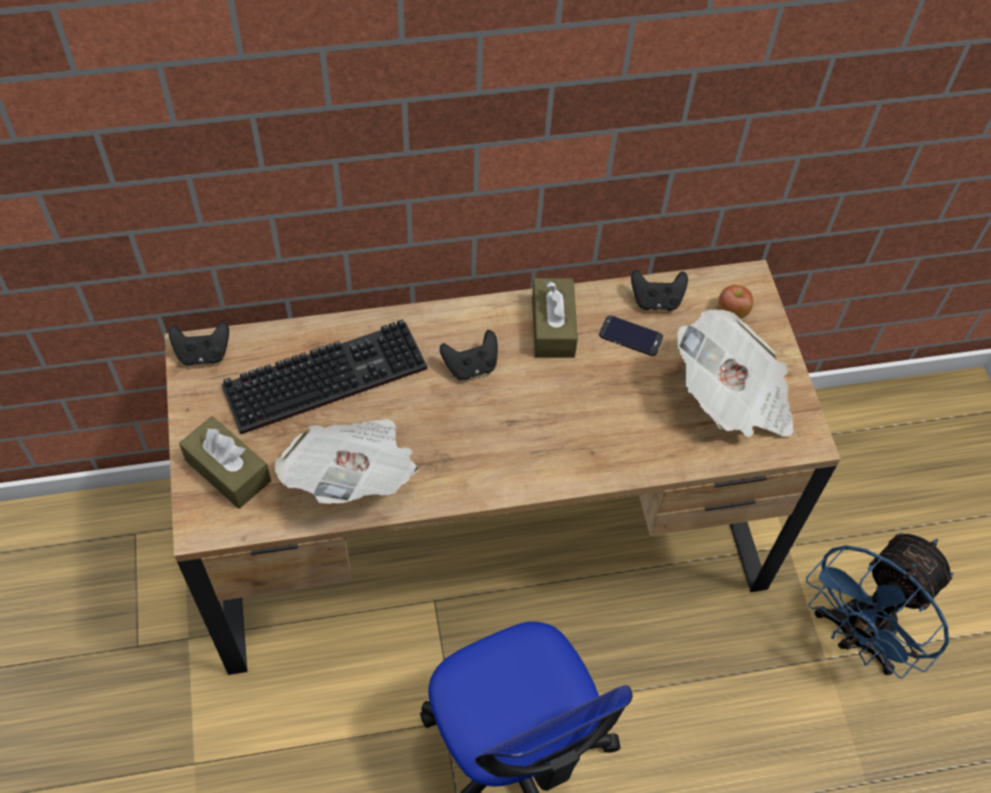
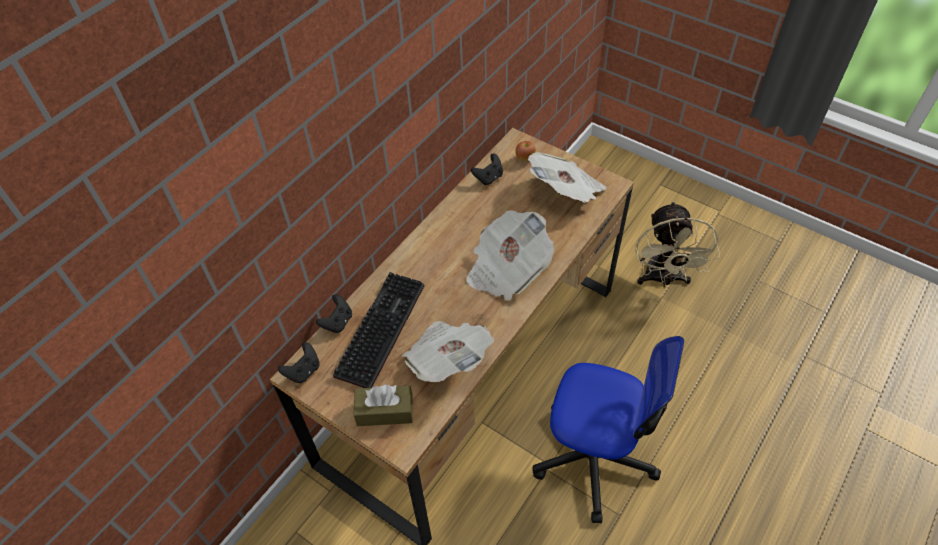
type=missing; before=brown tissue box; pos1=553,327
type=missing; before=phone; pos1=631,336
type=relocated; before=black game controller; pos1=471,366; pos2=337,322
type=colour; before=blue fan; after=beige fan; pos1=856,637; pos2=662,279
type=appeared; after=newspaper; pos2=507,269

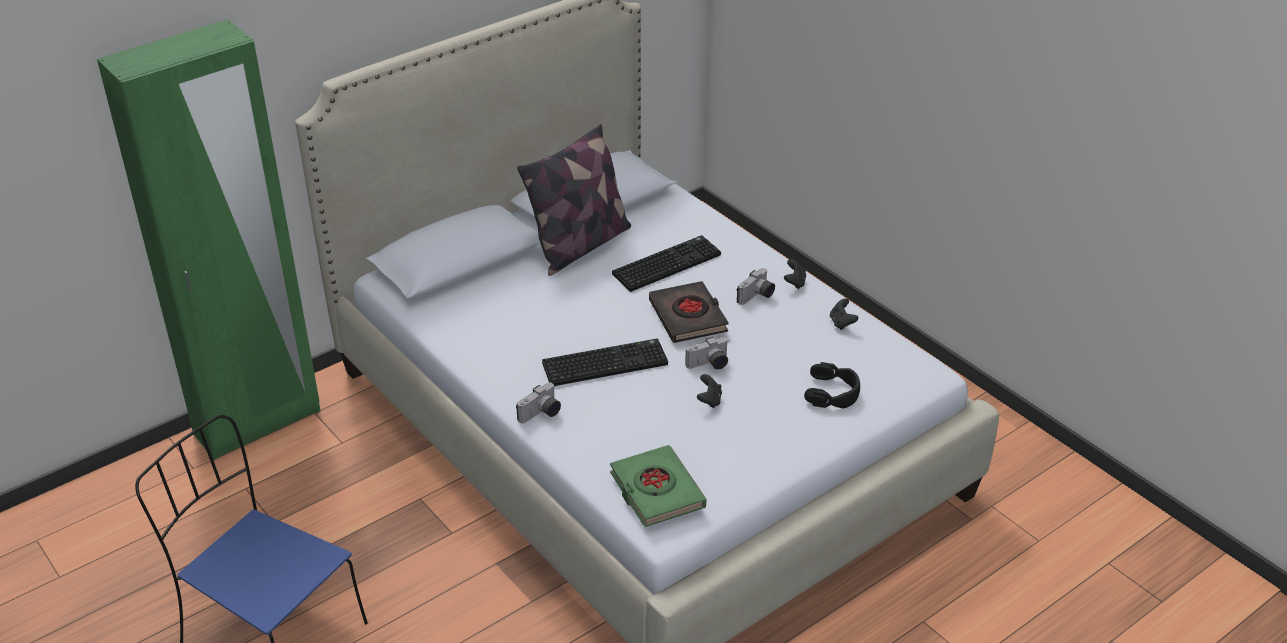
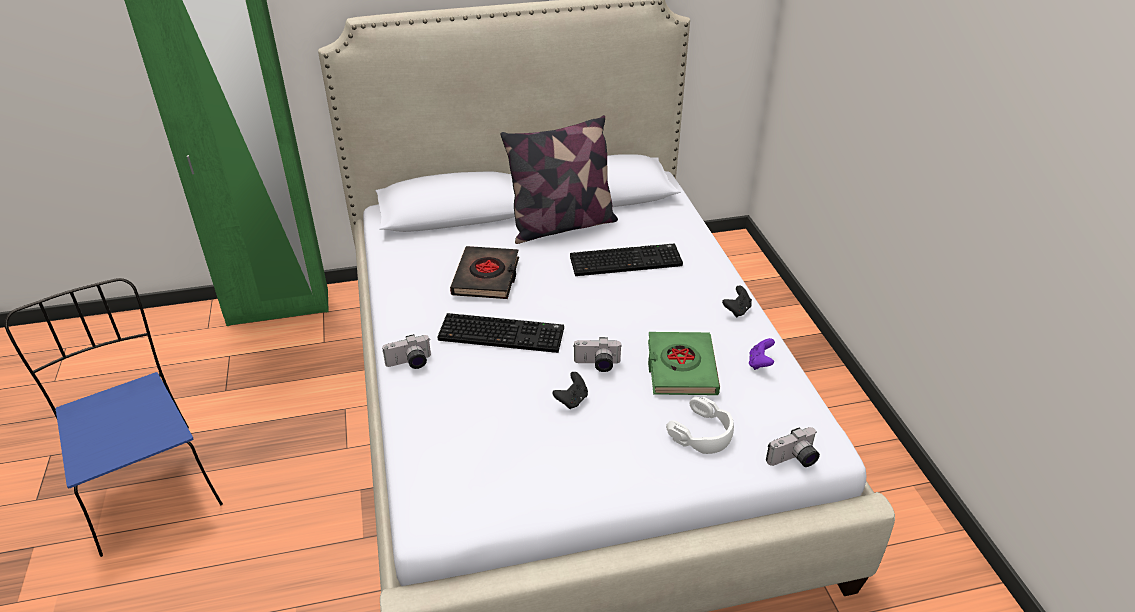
type=relocated; before=photo camera; pos1=757,296; pos2=794,460
type=relocated; before=black book; pos1=688,317; pos2=486,277
type=colour; before=black game controller; after=purple game controller; pos1=842,323; pos2=760,363
type=colour; before=black headphones; after=white headphones; pos1=832,393; pos2=702,433
type=relocated; before=green book; pos1=656,491; pos2=681,368

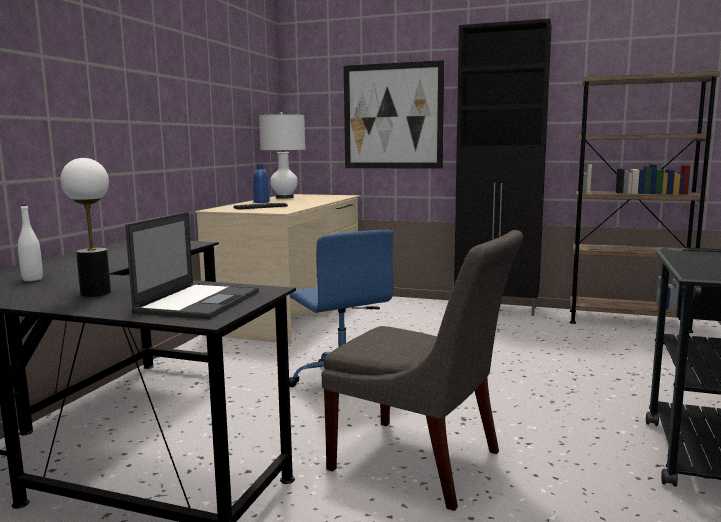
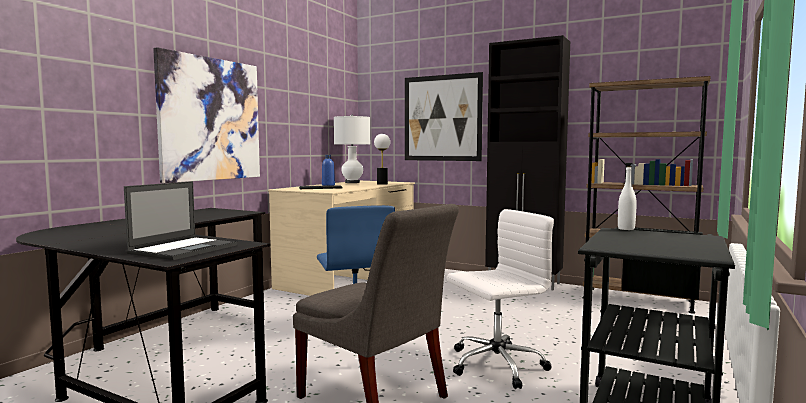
type=relocated; before=table lamp; pos1=95,293; pos2=382,184
type=relocated; before=white bottle; pos1=32,279; pos2=626,229
type=appeared; after=picture; pos2=210,119
type=appeared; after=white office chair; pos2=495,365

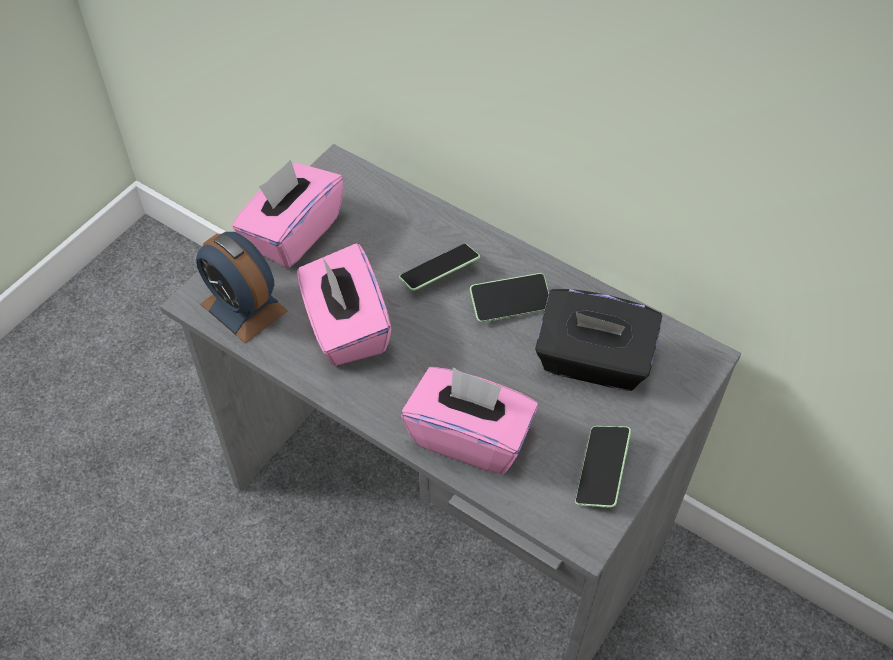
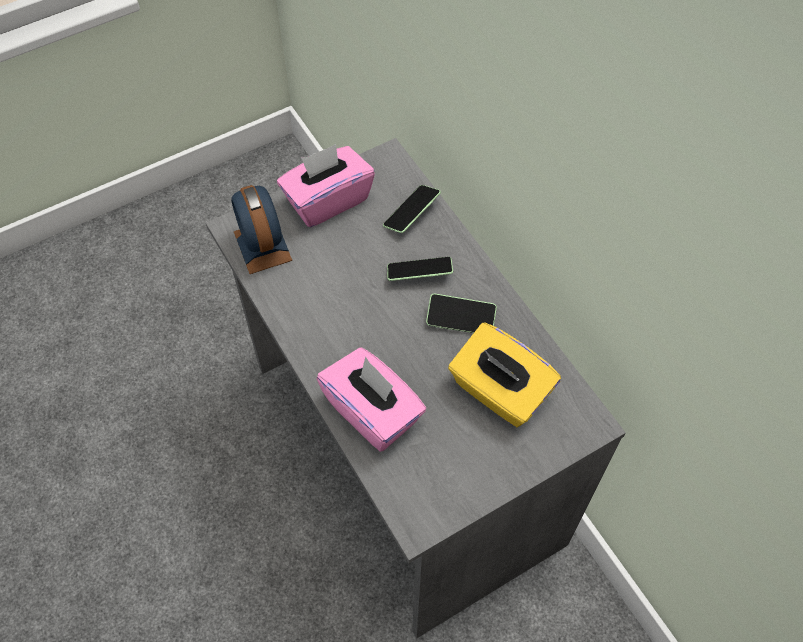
type=missing; before=pink tissue box; pos1=345,327
type=colour; before=black tissue box; after=yellow tissue box; pos1=592,362; pos2=499,391
type=relocated; before=phone; pos1=601,472; pos2=411,214

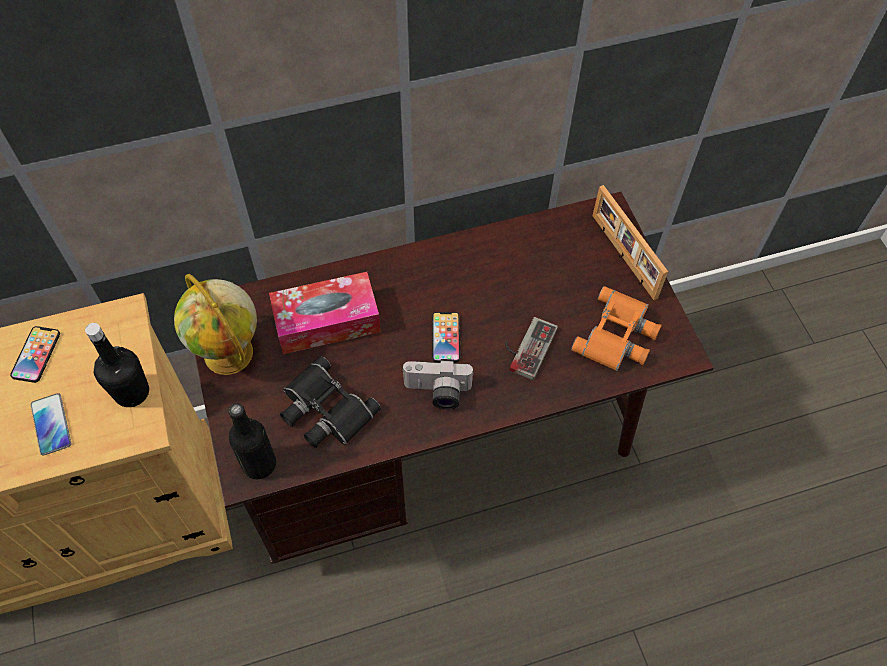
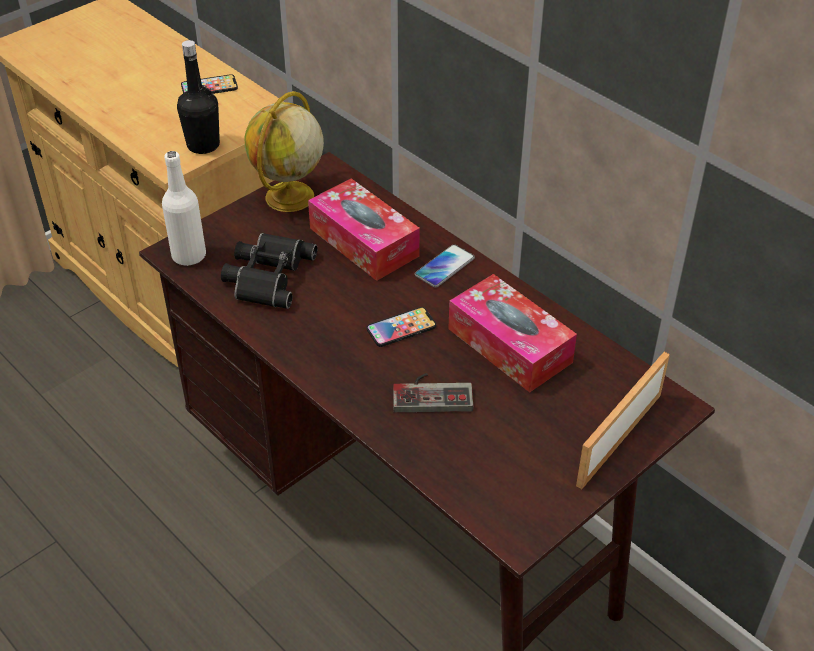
type=missing; before=orange binoculars; pos1=618,336
type=missing; before=photo camera; pos1=437,393
type=relocated; before=phone; pos1=51,424; pos2=444,267
type=colour; before=black bottle; after=white bottle; pos1=259,464; pos2=189,256
type=appeared; after=tissue box; pos2=509,345

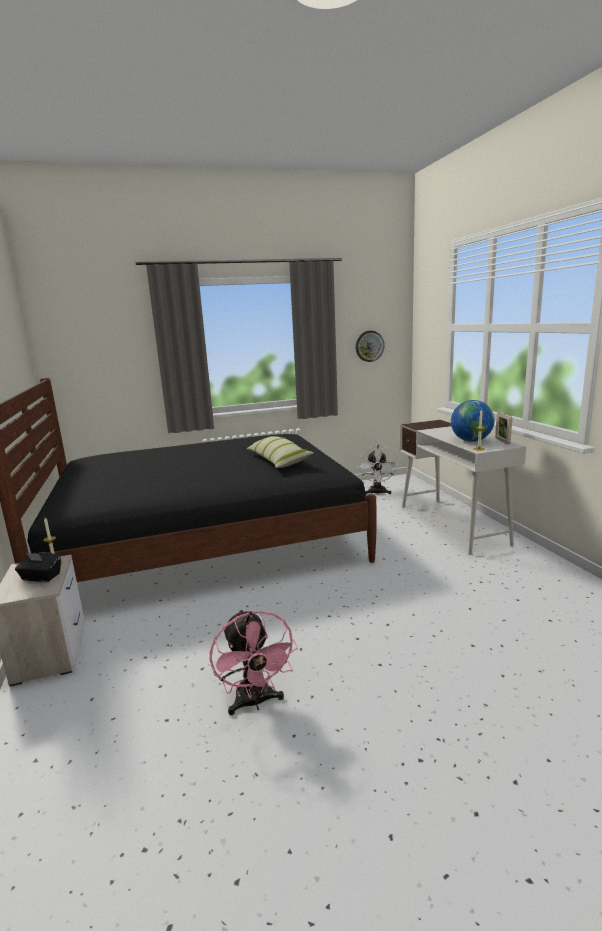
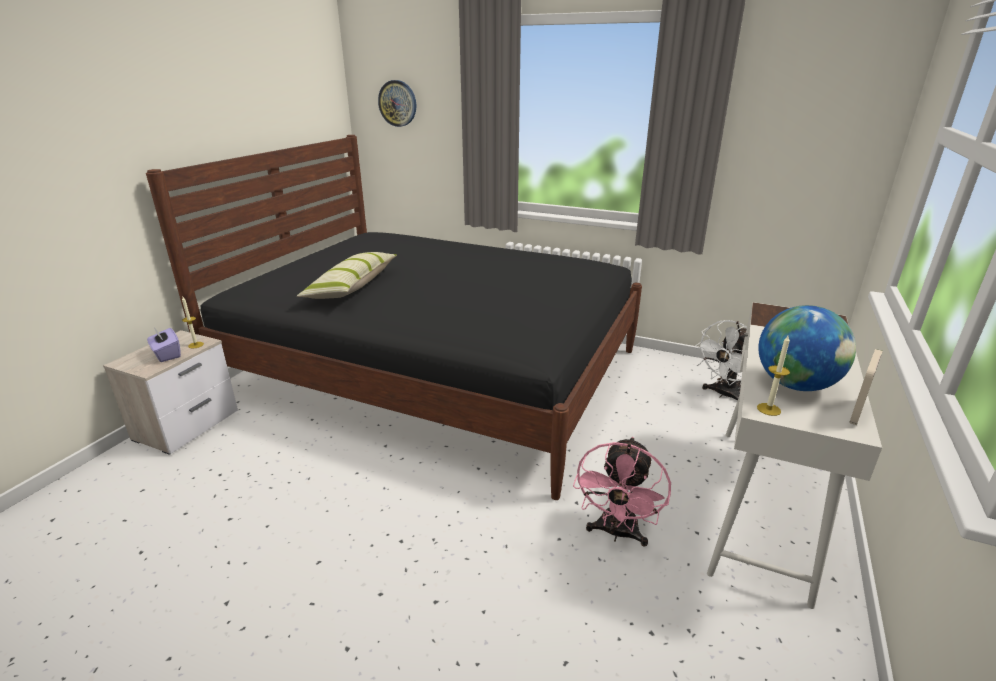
type=relocated; before=wall clock; pos1=369,346; pos2=398,103
type=relocated; before=pillow; pos1=278,460; pos2=352,286
type=colour; before=black tissue box; after=purple tissue box; pos1=41,577; pos2=167,354
type=relocated; before=pink fan; pos1=255,702; pos2=616,533

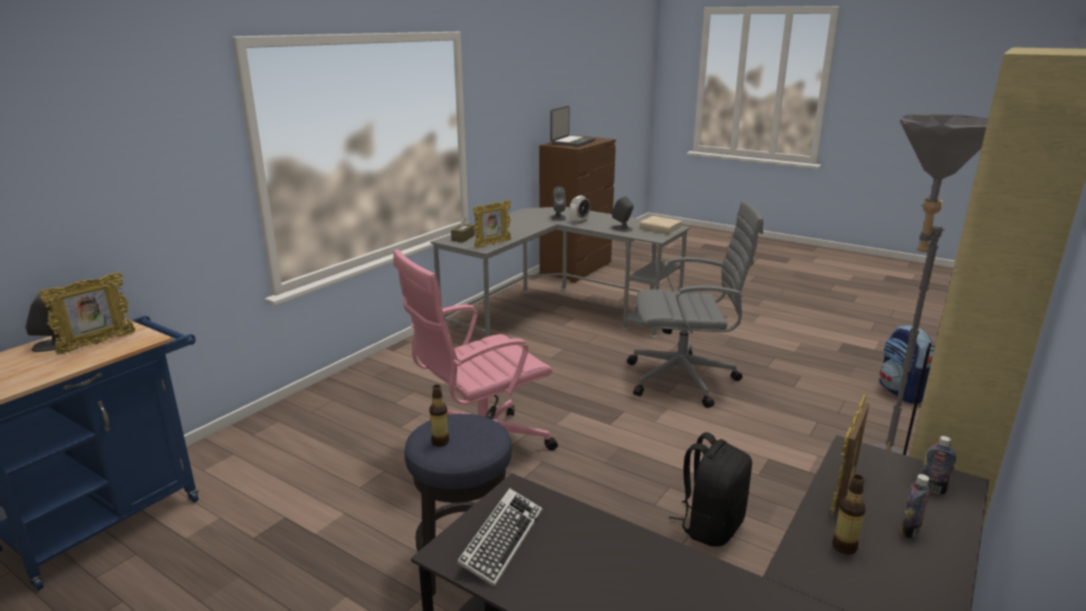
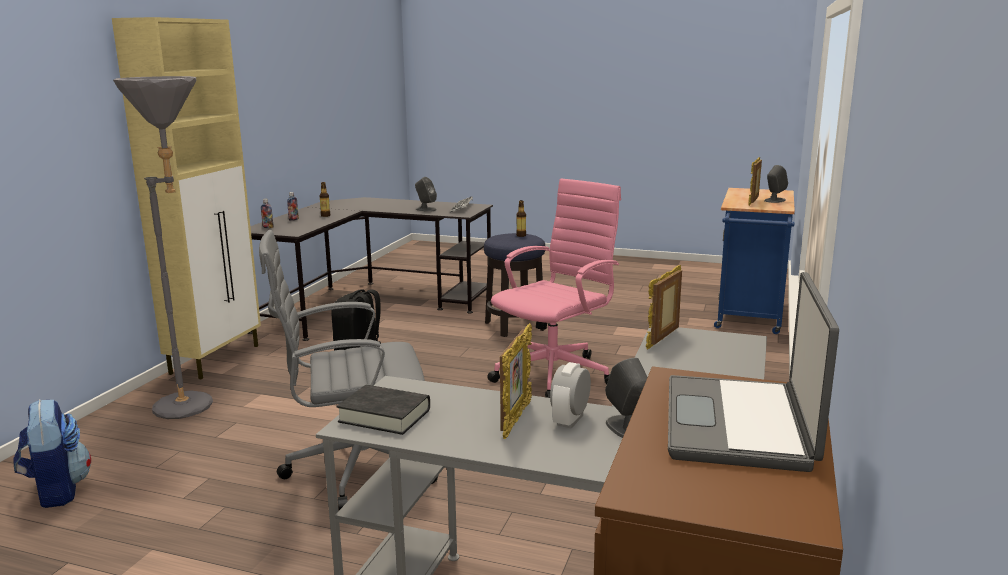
type=relocated; before=grey speaker; pos1=622,229; pos2=425,209
type=colour; before=beige book; after=black book; pos1=660,229; pos2=384,416
type=missing; before=brown tissue box; pos1=463,238
type=relocated; before=picture frame; pos1=843,491; pos2=516,419

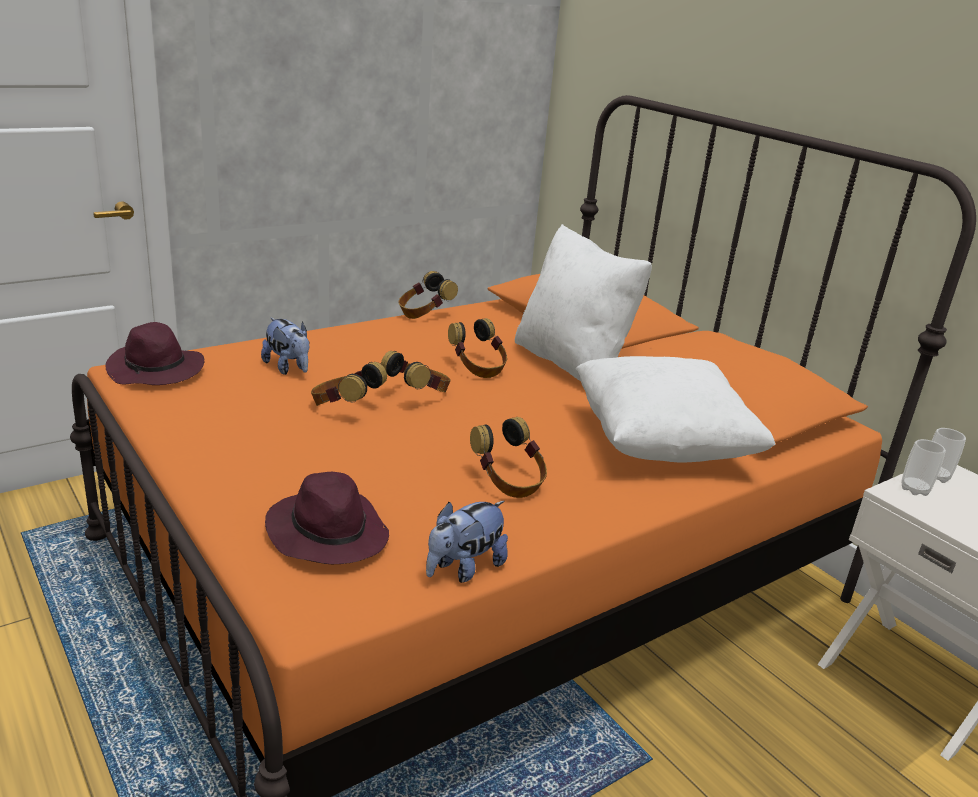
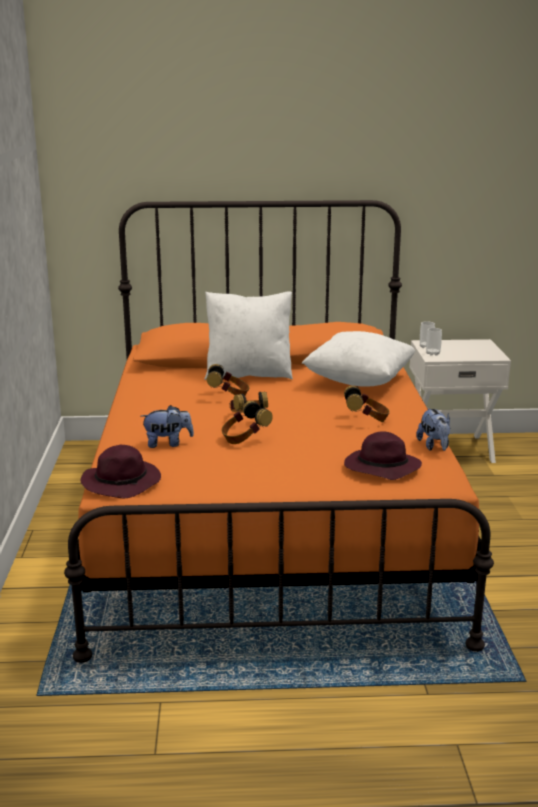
type=missing; before=headphones; pos1=424,314

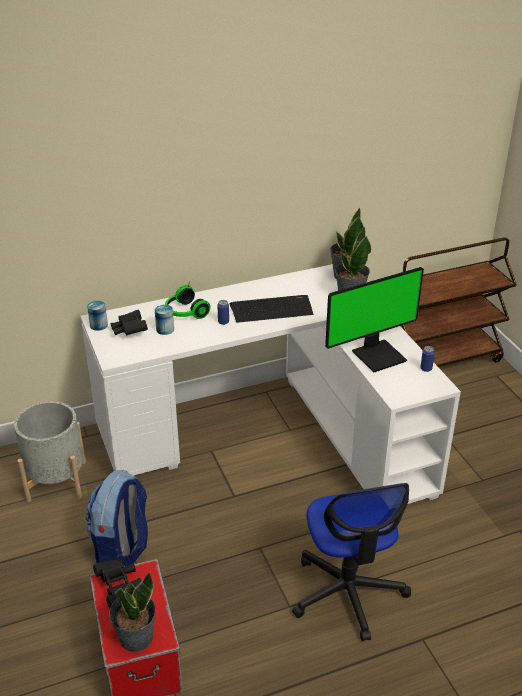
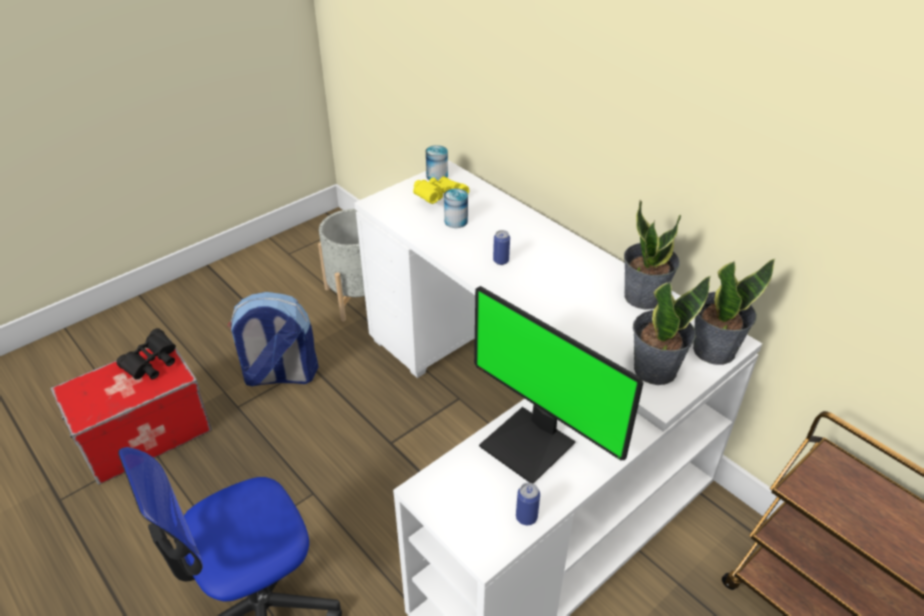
type=missing; before=headphones; pos1=185,313
type=missing; before=keyboard; pos1=271,309
type=colour; before=black binoculars; after=yellow binoculars; pos1=129,331; pos2=438,198
type=relocated; before=potted plant; pos1=135,637; pos2=643,296

